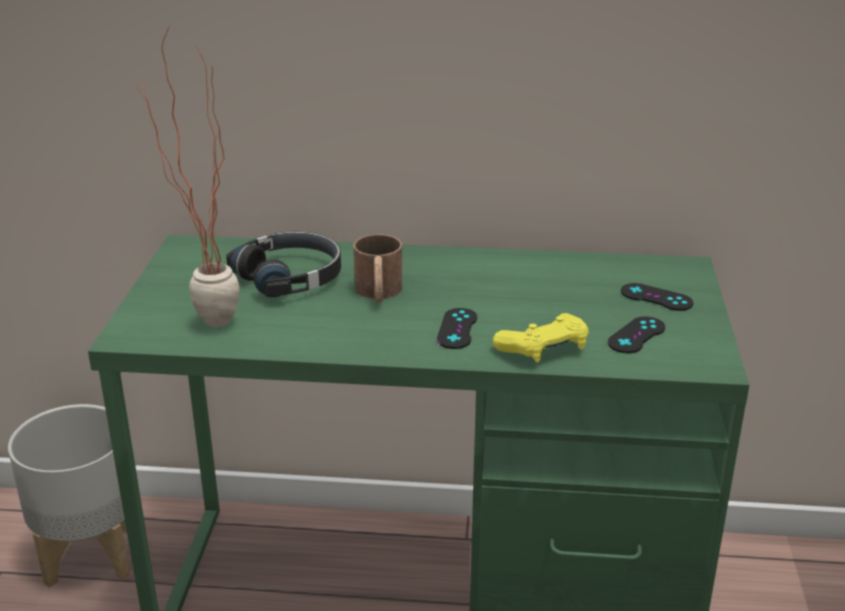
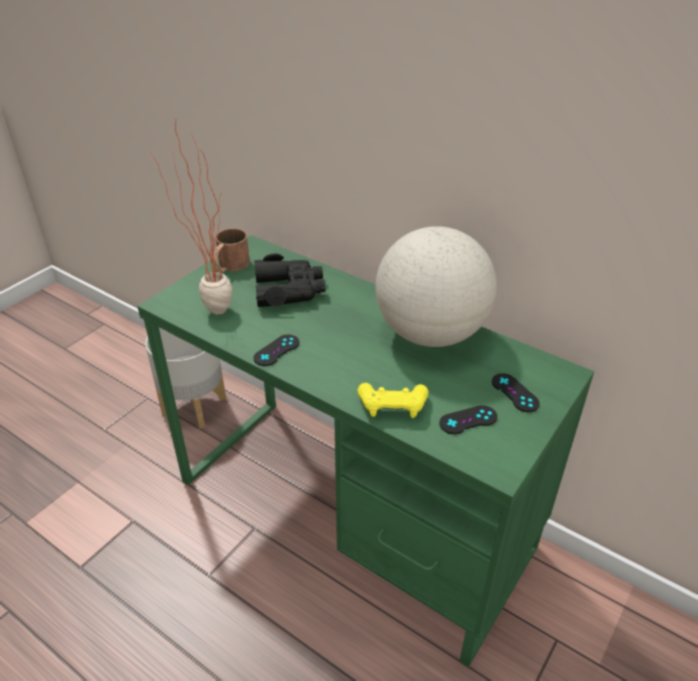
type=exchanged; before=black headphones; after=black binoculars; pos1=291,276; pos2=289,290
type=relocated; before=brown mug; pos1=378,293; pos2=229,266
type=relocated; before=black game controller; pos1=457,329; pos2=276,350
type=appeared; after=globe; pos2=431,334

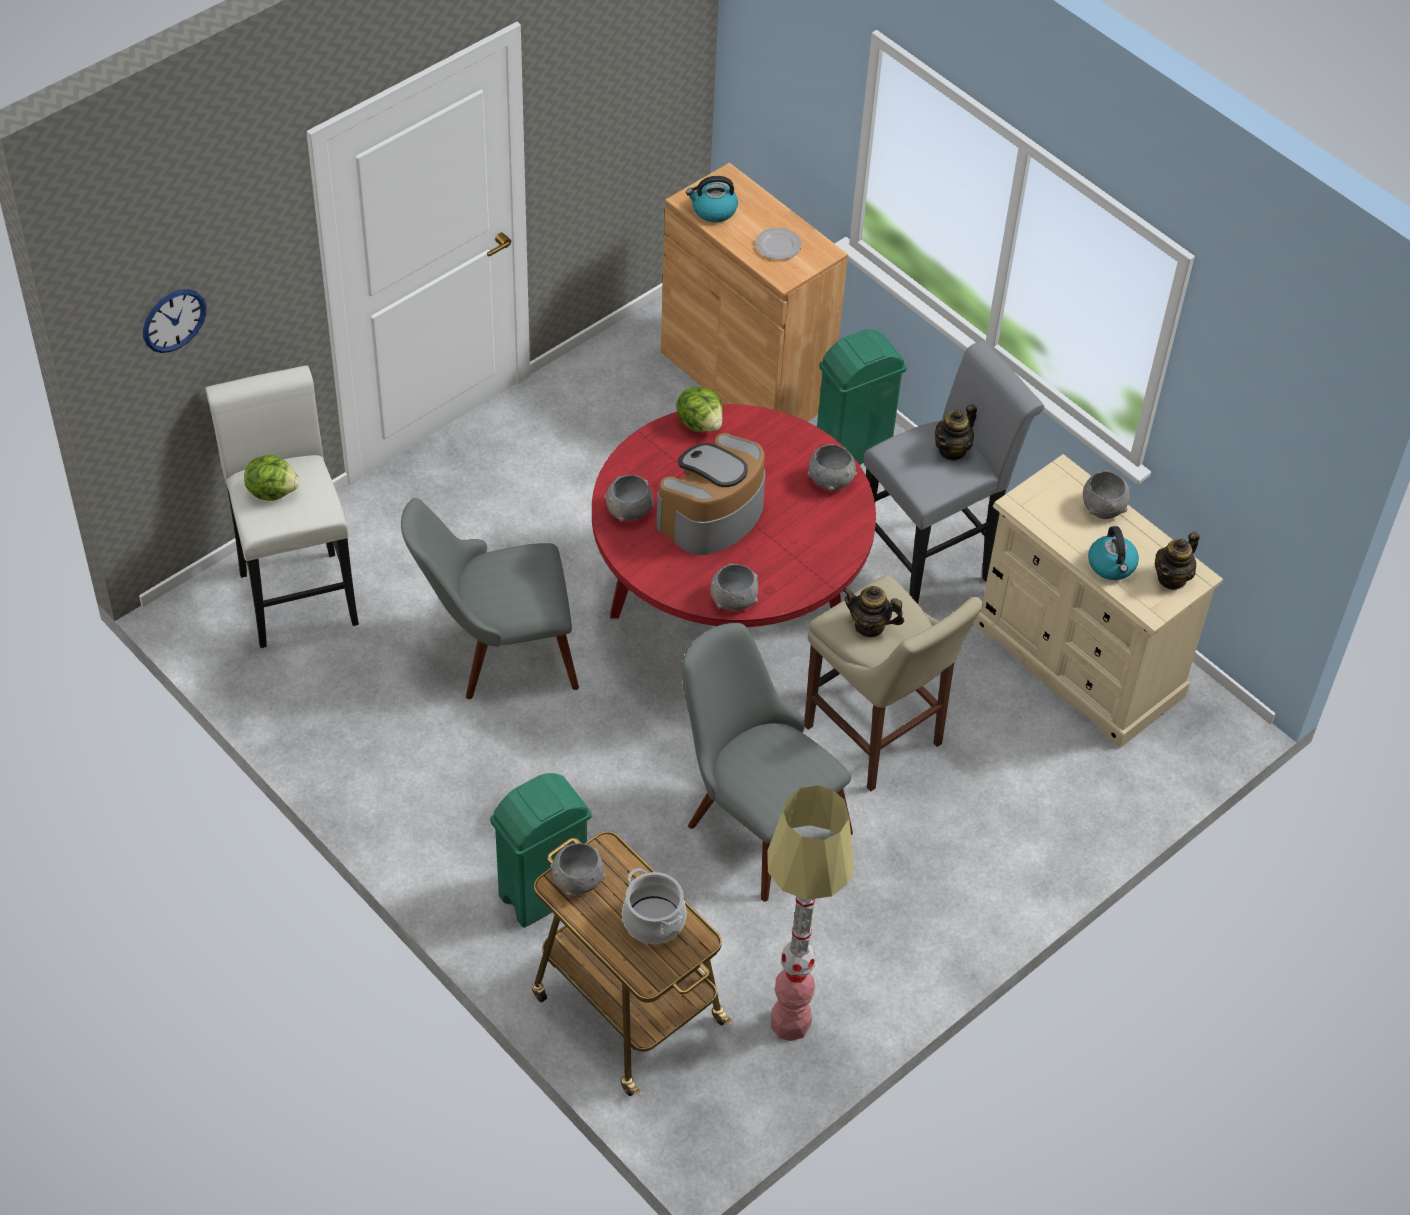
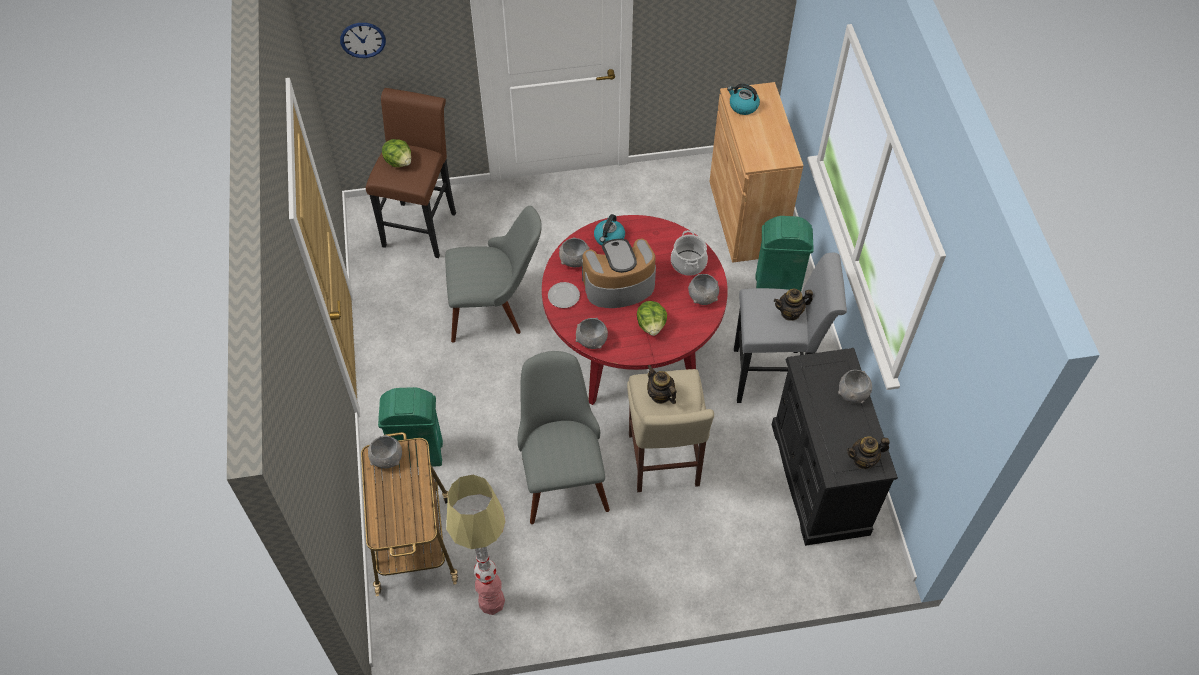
type=relocated; before=plate; pos1=778,246; pos2=564,296
type=colour; before=white stool; after=brown stool; pos1=296,591; pos2=421,225
type=relocated; before=lettuce; pos1=700,423; pos2=651,325
type=colour; before=beige dresser; after=black dresser; pos1=1078,661; pos2=819,478
type=spun; before=grey chair; pos1=495,652; pos2=495,307; turn=150
type=relocated; before=kettle; pos1=1112,565; pos2=609,238
type=relocated; before=cooking pot; pos1=654,920; pos2=688,263

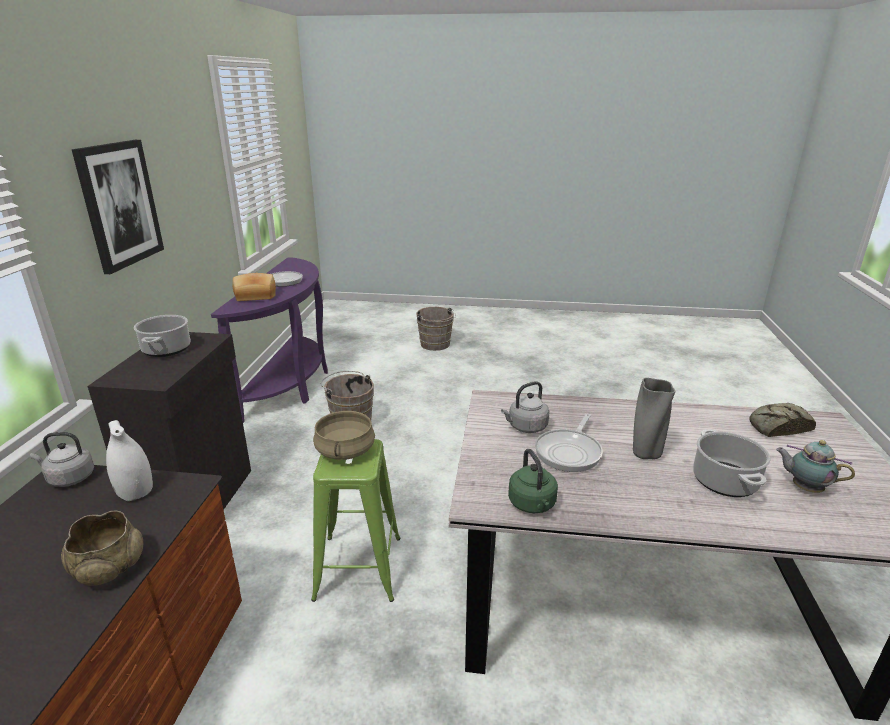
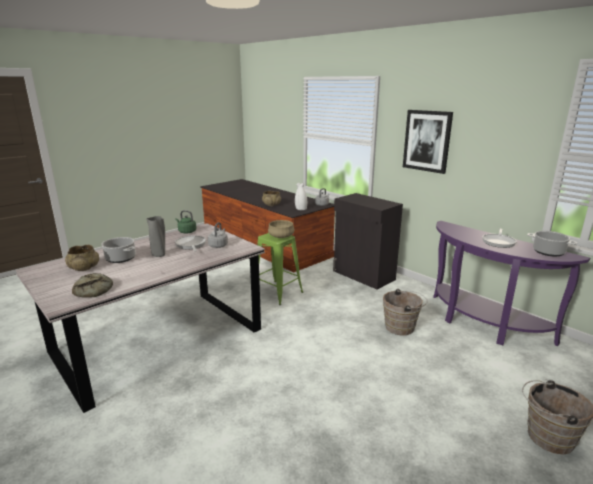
type=missing; before=bread; pos1=255,296
type=relocated; before=cooking pot; pos1=166,349; pos2=548,252
type=exchanged; before=teapot; after=beige bowl; pos1=804,488; pos2=84,268

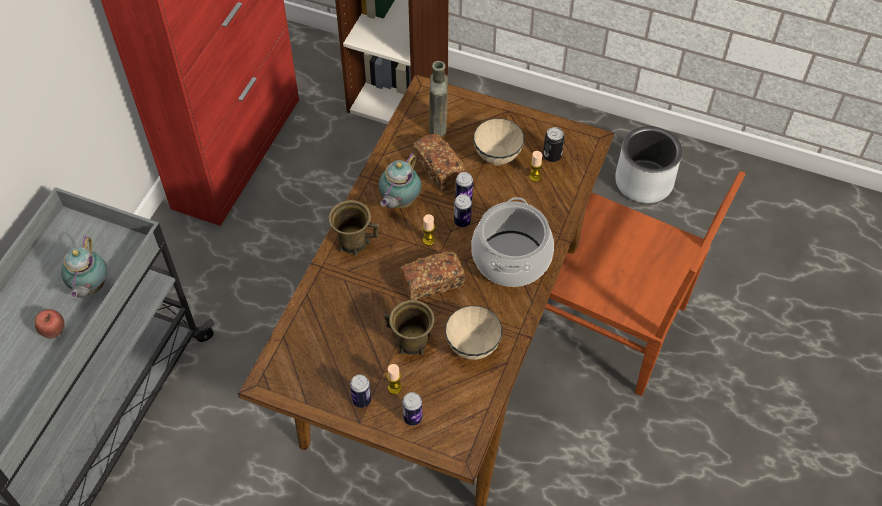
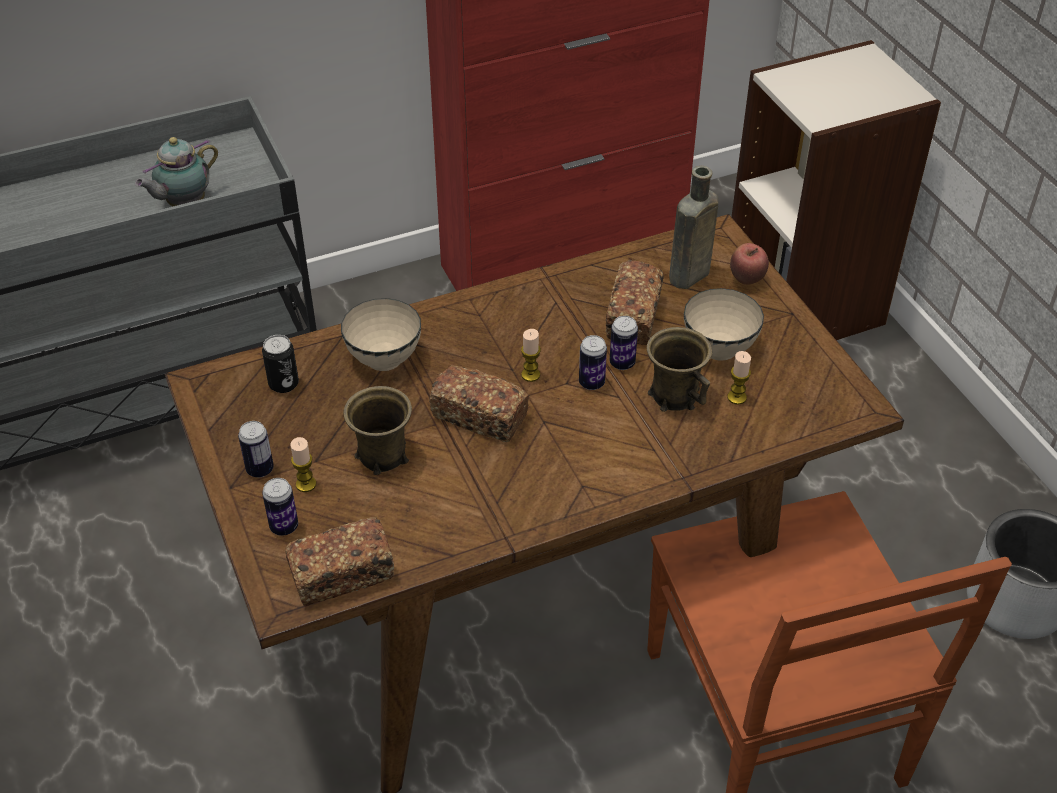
type=relocated; before=can; pos1=552,156; pos2=283,384
type=missing; before=teapot; pos1=399,202
type=missing; before=cooking pot; pos1=512,259
type=relocated; before=brown mug; pos1=353,241; pos2=675,395
type=relocated; before=beige bowl; pos1=472,346; pos2=383,357
type=relocated; before=apple; pos1=53,331; pos2=746,280
type=appeared; after=bread; pos2=342,575

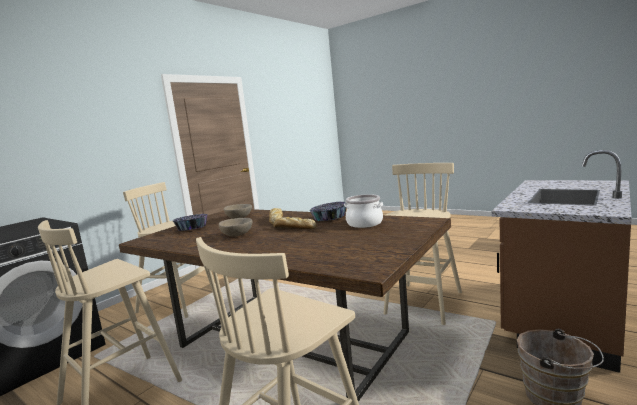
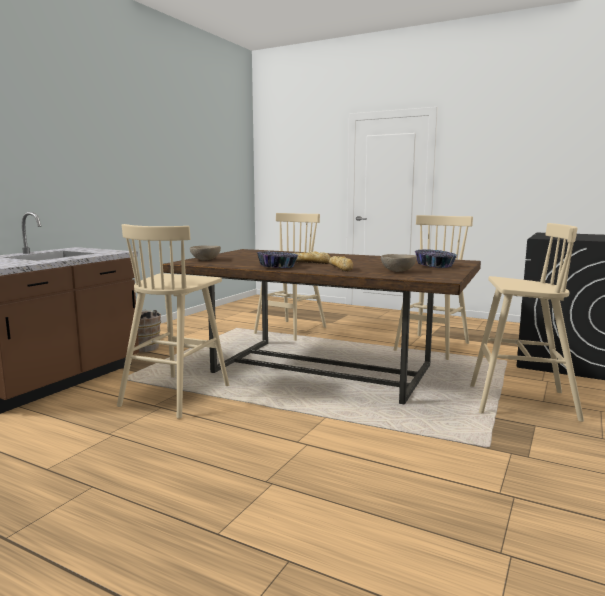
type=missing; before=cooking pot; pos1=364,223
type=relocated; before=beige bowl; pos1=237,235; pos2=205,260

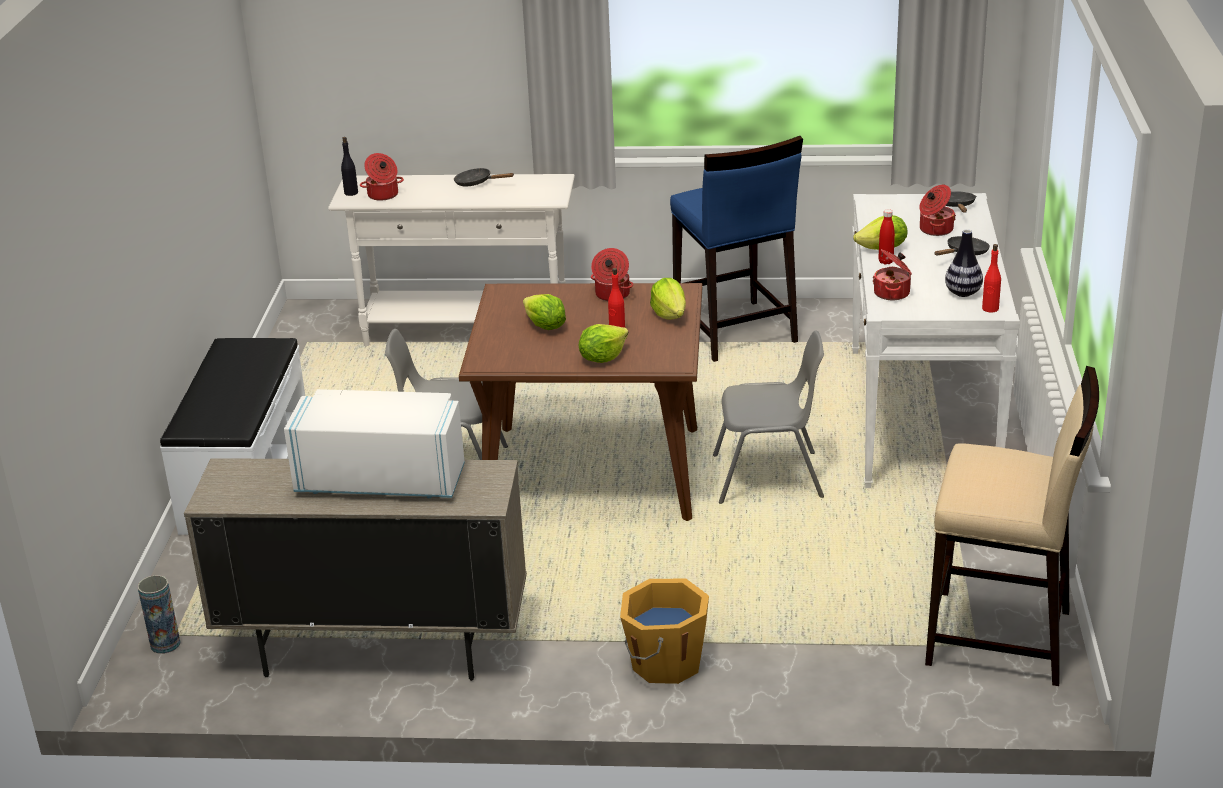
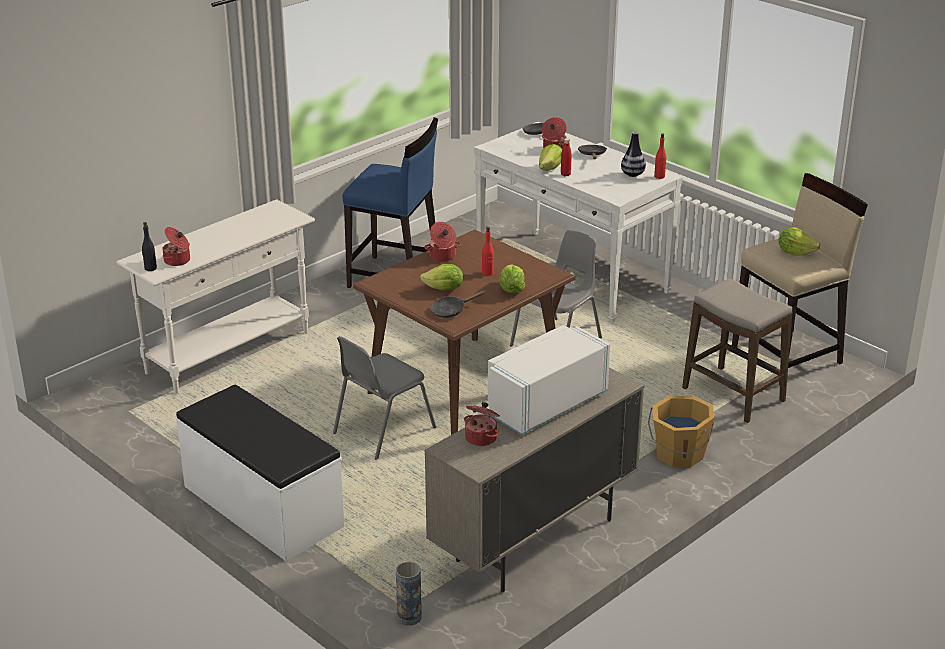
type=relocated; before=black frying pan; pos1=477,183; pos2=451,311
type=relocated; before=cooking pot; pos1=893,293; pos2=481,437
type=relocated; before=lettuce; pos1=669,314; pos2=795,253
type=appeared; after=stool; pos2=733,394

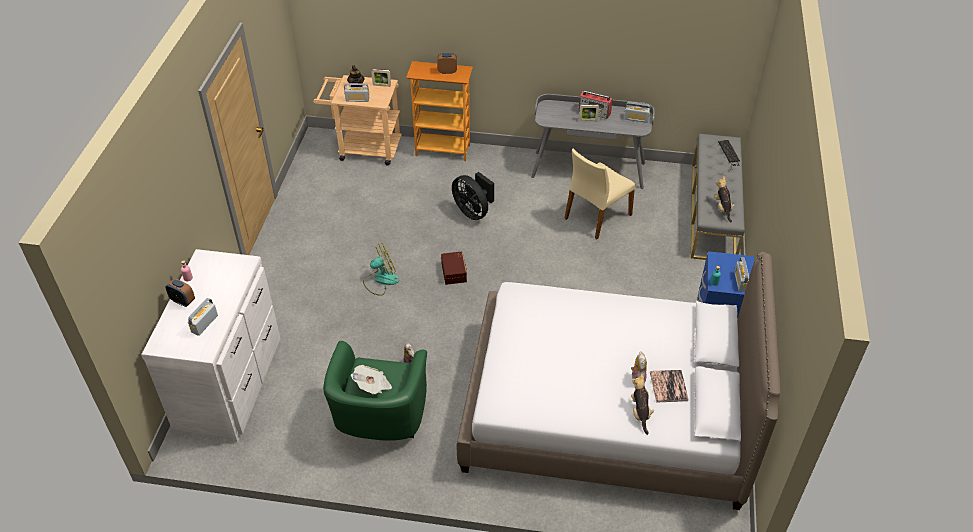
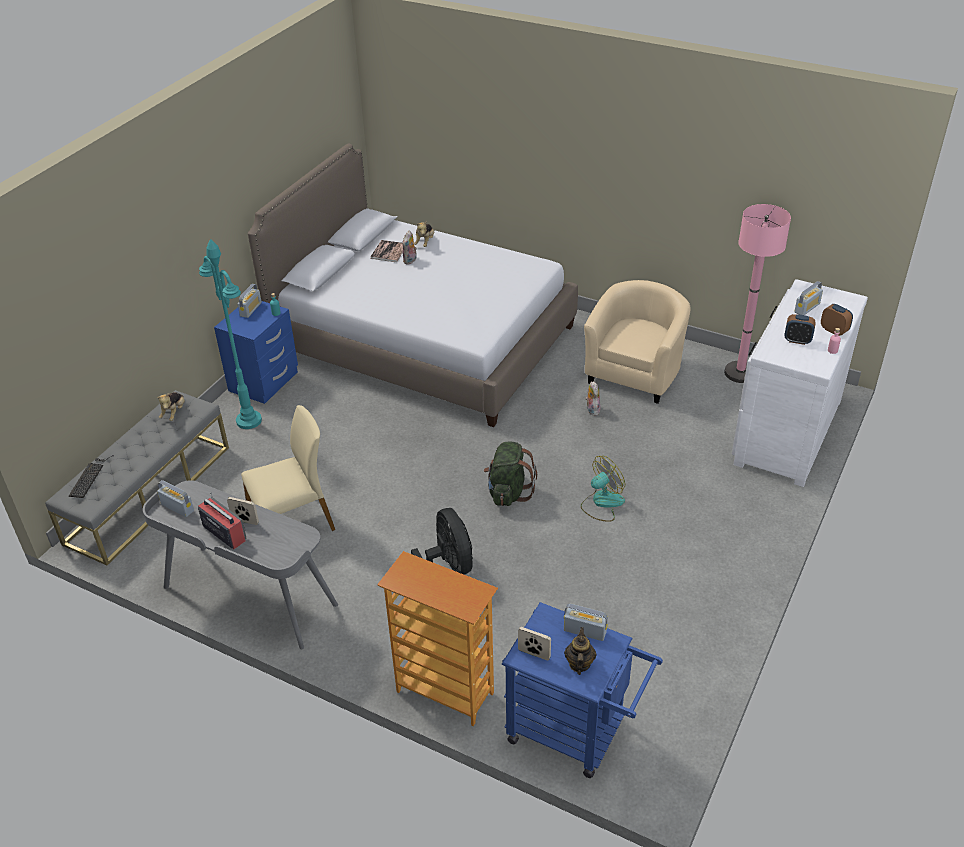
type=relocated; before=alarm clock; pos1=447,71; pos2=797,340
type=colour; before=beige cart; after=blue cart; pos1=364,148; pos2=575,733
type=spun; before=fan; pos1=380,280; pos2=602,503; turn=150
type=exchanged; before=brown storage box; after=green backpack; pos1=454,272; pos2=508,492
type=colour; before=green armchair; after=beige armchair; pos1=379,420; pos2=635,373
type=missing; before=newspaper; pos1=372,386
type=appeared; after=pink floor lamp; pos2=740,373
type=appeared; after=turquoise floor lamp; pos2=248,420

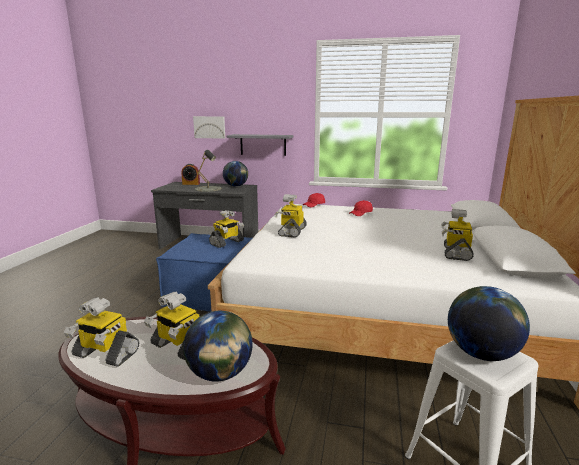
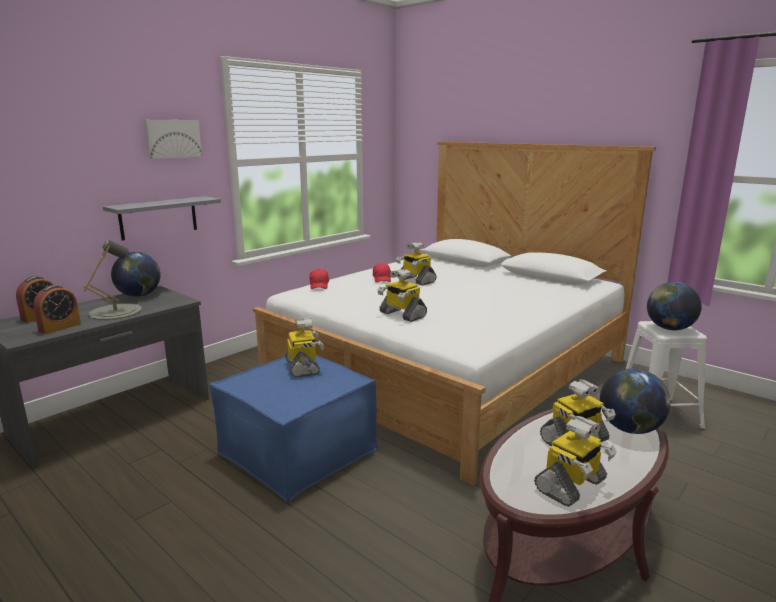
type=relocated; before=picture; pos1=209,127; pos2=172,138
type=relocated; before=toy robot; pos1=456,253; pos2=415,280
type=appeared; after=alarm clock; pos2=60,327

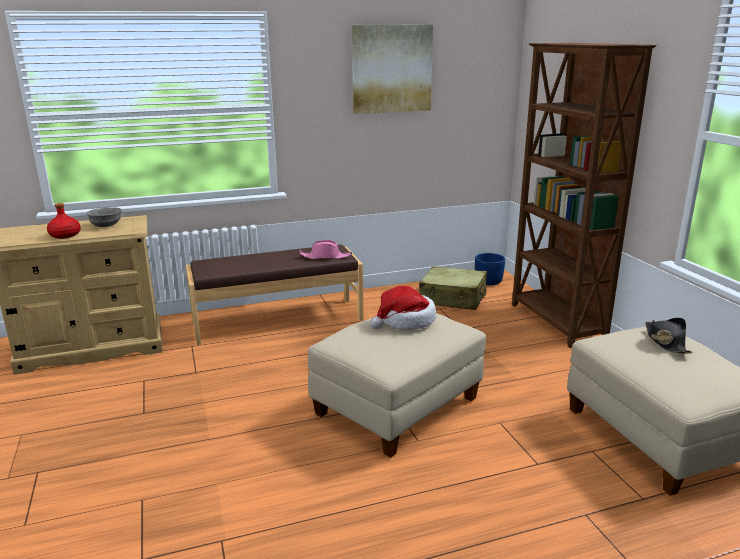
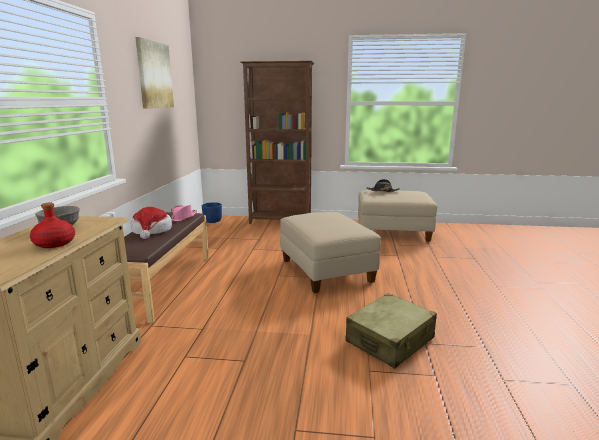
type=relocated; before=beige suitcase; pos1=453,298; pos2=390,340
type=relocated; before=hat; pos1=405,321; pos2=152,231

